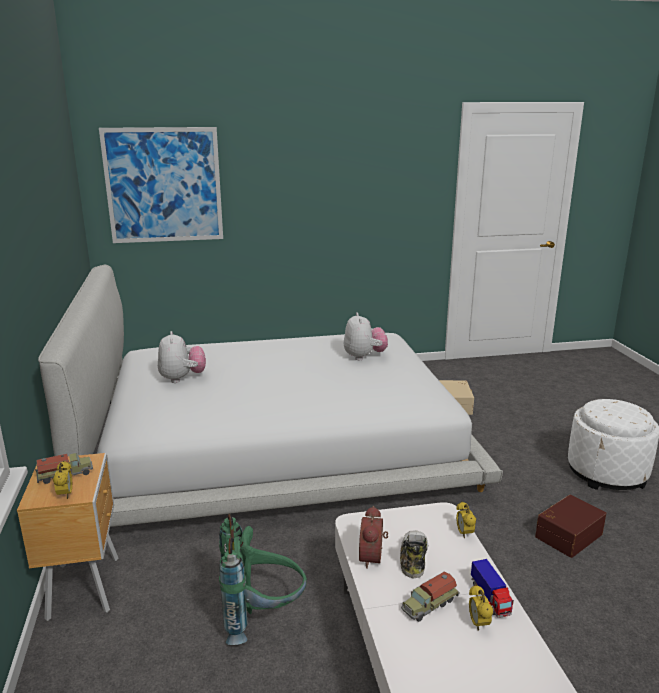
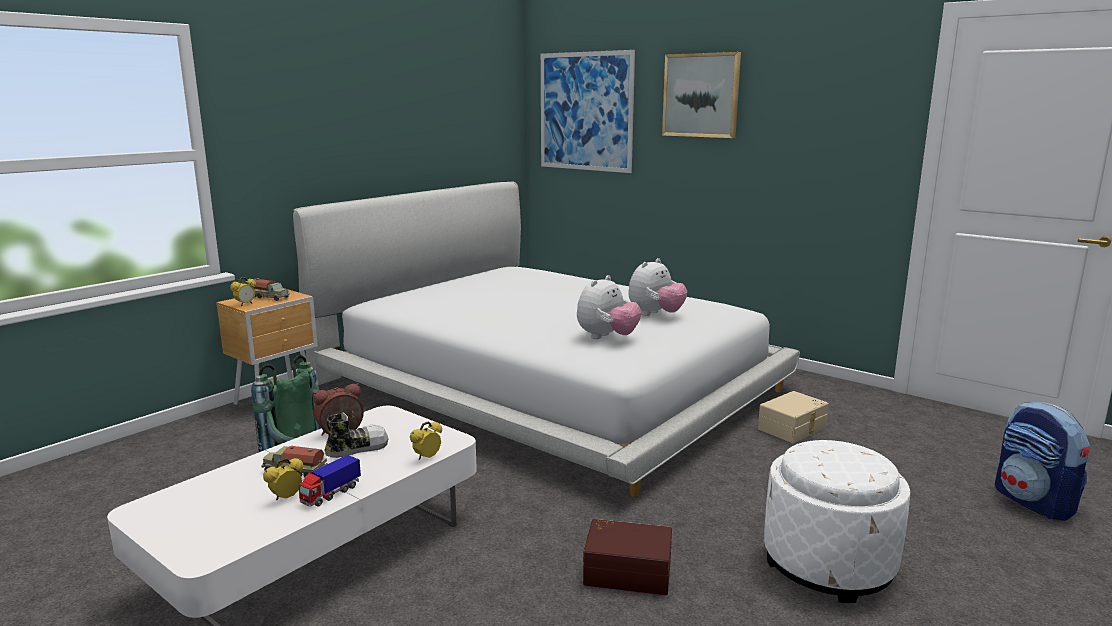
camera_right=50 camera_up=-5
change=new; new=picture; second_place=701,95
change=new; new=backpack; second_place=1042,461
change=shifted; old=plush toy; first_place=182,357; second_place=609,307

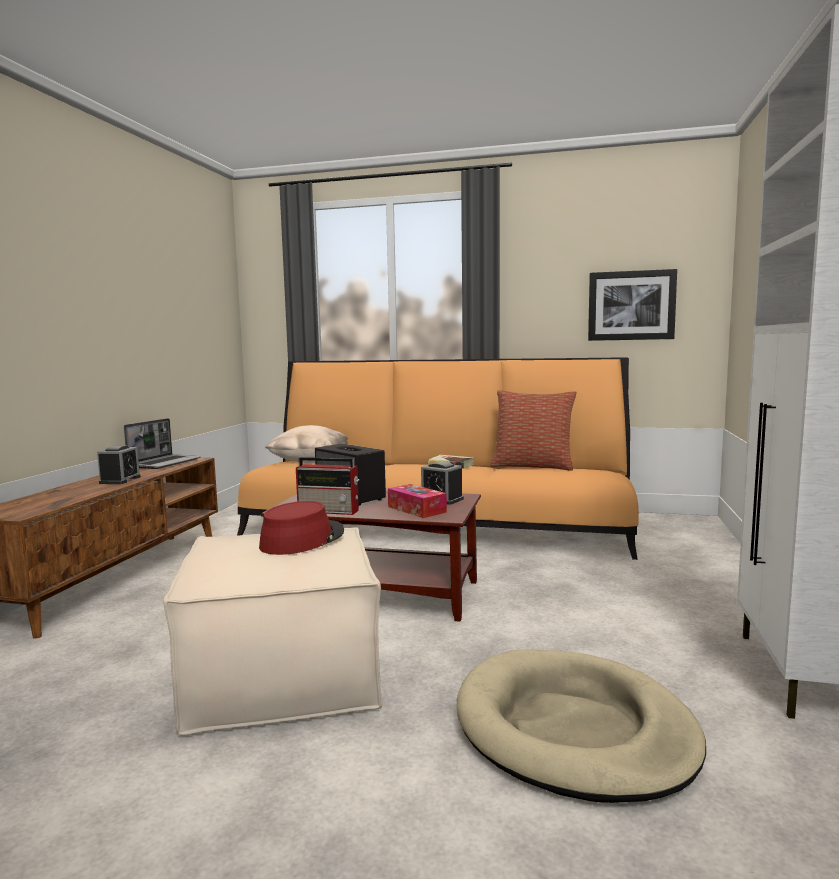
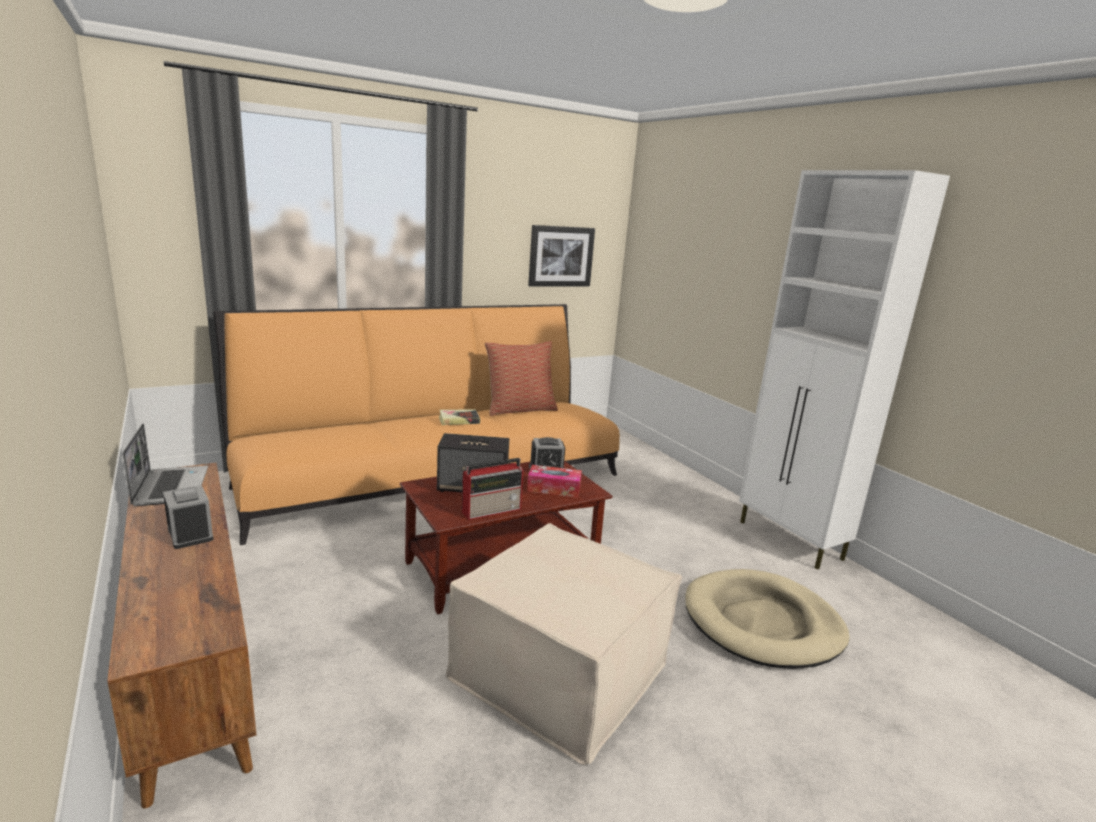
camera_right=-45 camera_up=10
change=gone; old=hat (red); first_place=301,528
change=gone; old=pillow (beige); first_place=306,444

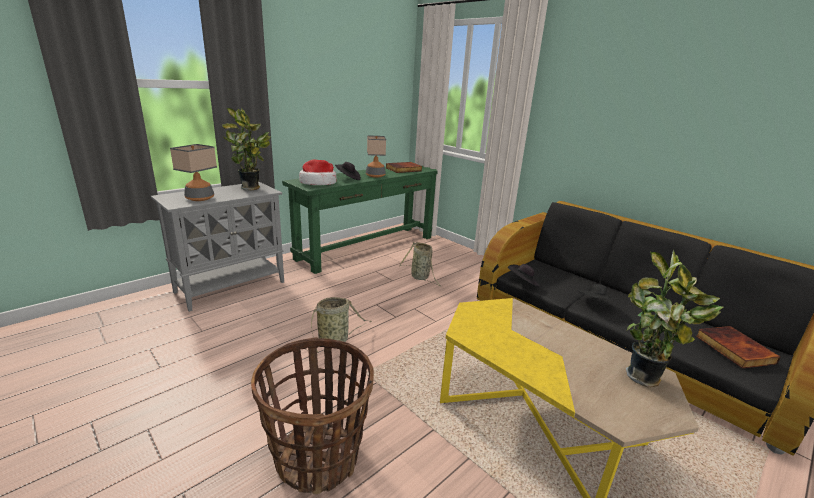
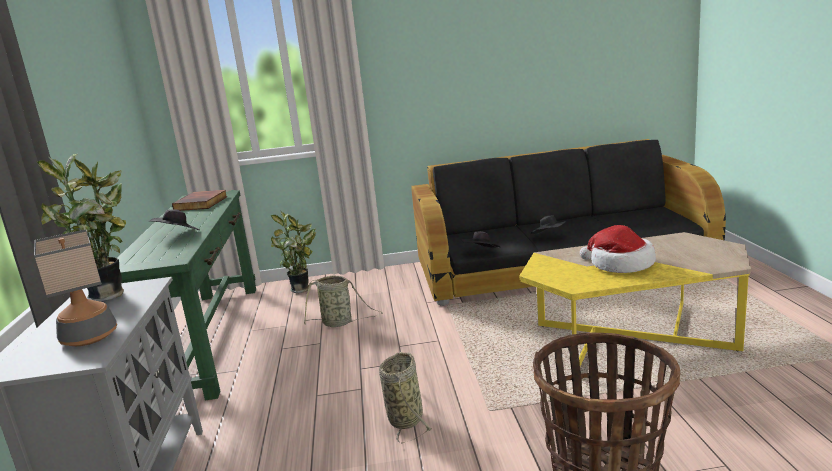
camera_right=-50 camera_up=-5
change=gone; old=table lamp; first_place=376,156
change=gone; old=book; first_place=738,347
change=shifted; old=hat; first_place=317,172; second_place=618,249
change=shifted; old=potted plant; first_place=675,318; second_place=293,251

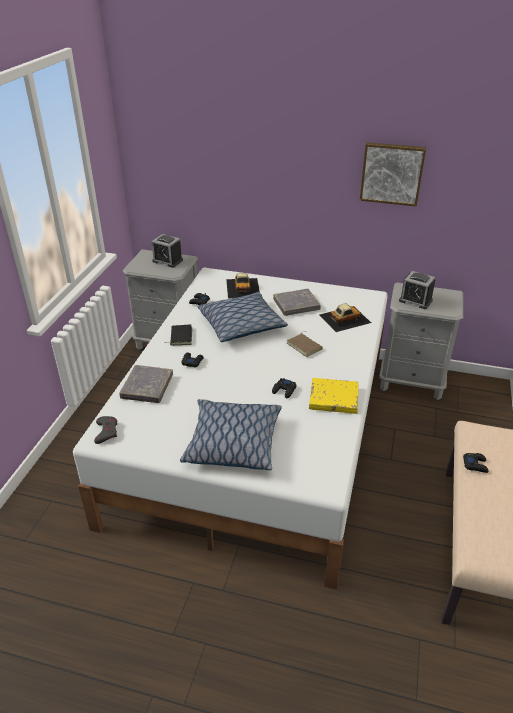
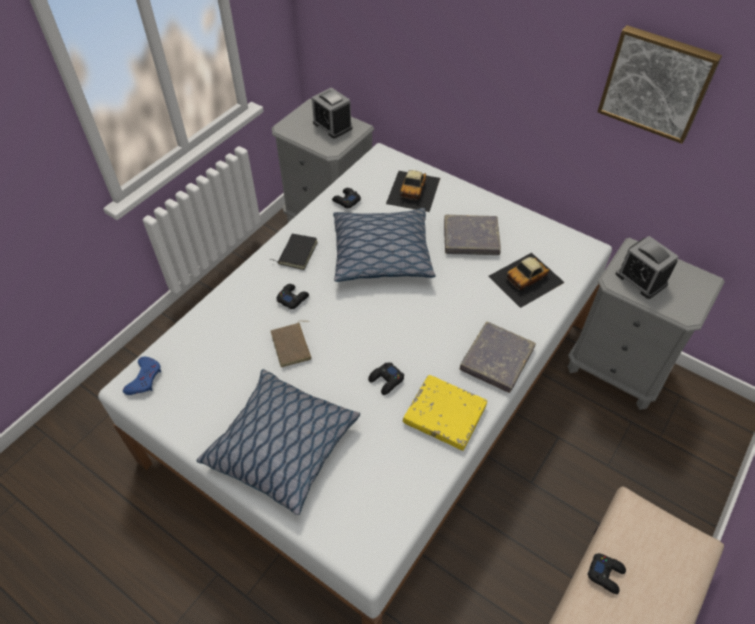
camera_right=20 camera_up=15
change=shifted; old=book (grey); first_place=146,384; second_place=498,357
change=shifted; old=book (brown); first_place=305,344; second_place=291,344
change=repainted; old=game controller (grey); new=game controller (blue); first_place=105,430; second_place=142,376
change=rotated; old=toy car; first_place=345,317; second_place=526,280; degrees=150

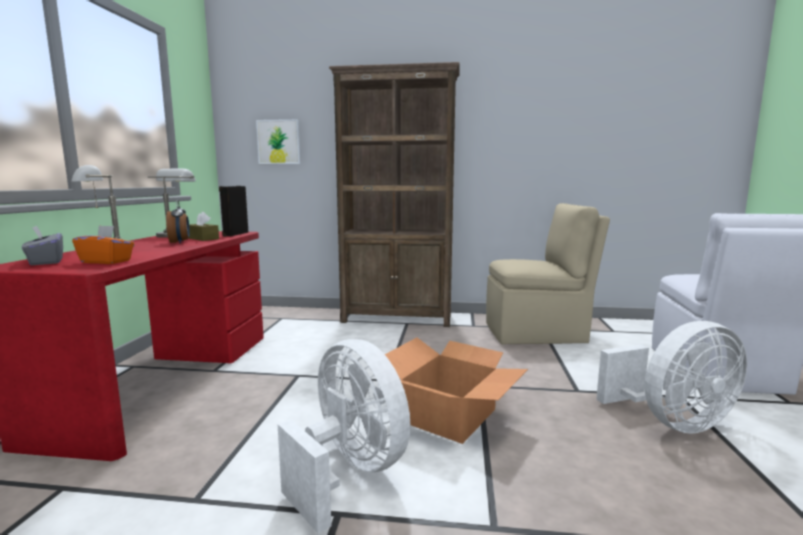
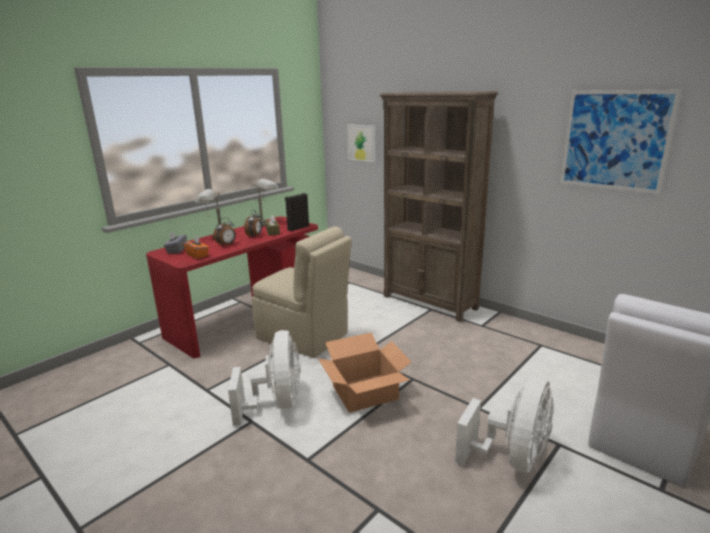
camera_right=35 camera_up=10
change=new; new=alarm clock; second_place=224,232
change=new; new=picture; second_place=620,142
change=shifted; old=chair (beige); first_place=548,274; second_place=302,292
change=rotated; old=fan (white); first_place=671,377; second_place=504,424; degrees=-75

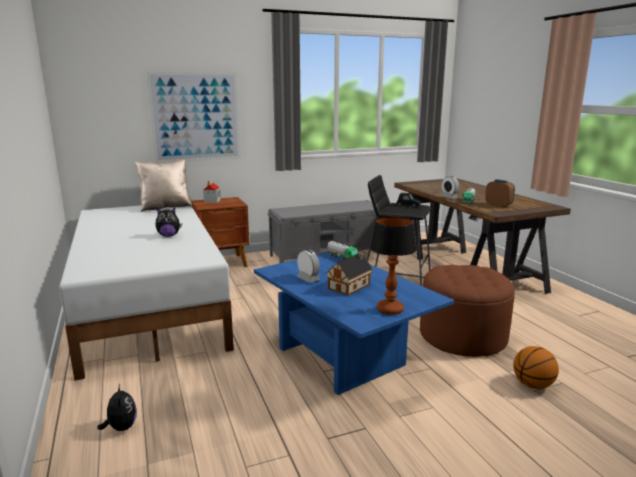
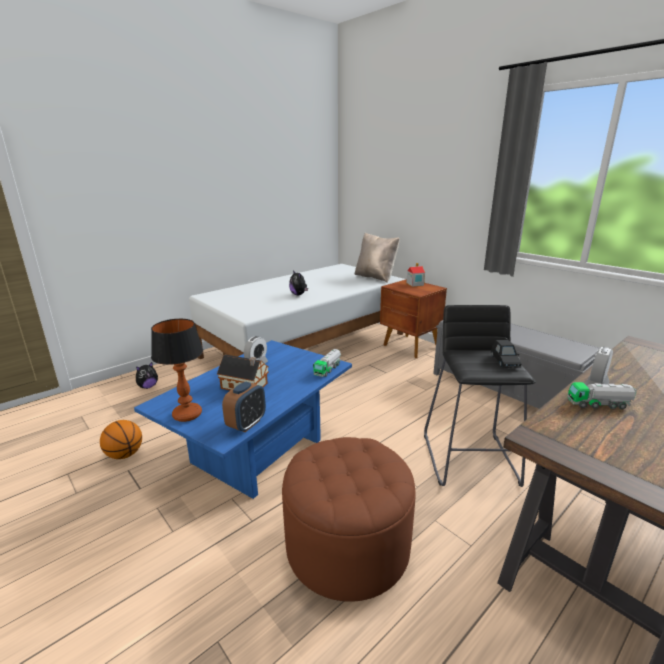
camera_right=70 camera_up=5
change=gone; old=picture; first_place=193,117
change=shifted; old=alarm clock; first_place=500,193; second_place=244,407
change=shifted; old=basketball; first_place=536,367; second_place=121,439

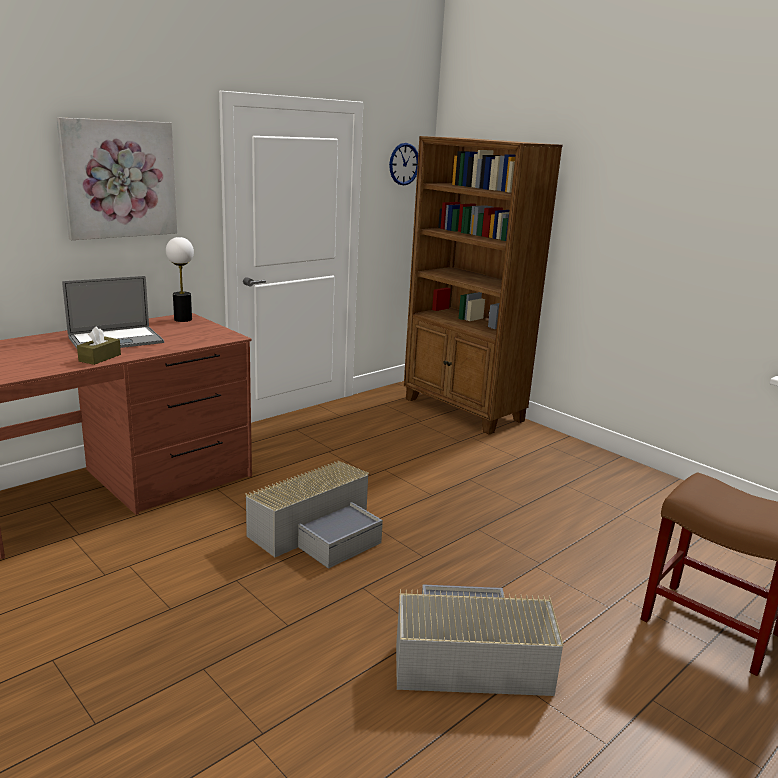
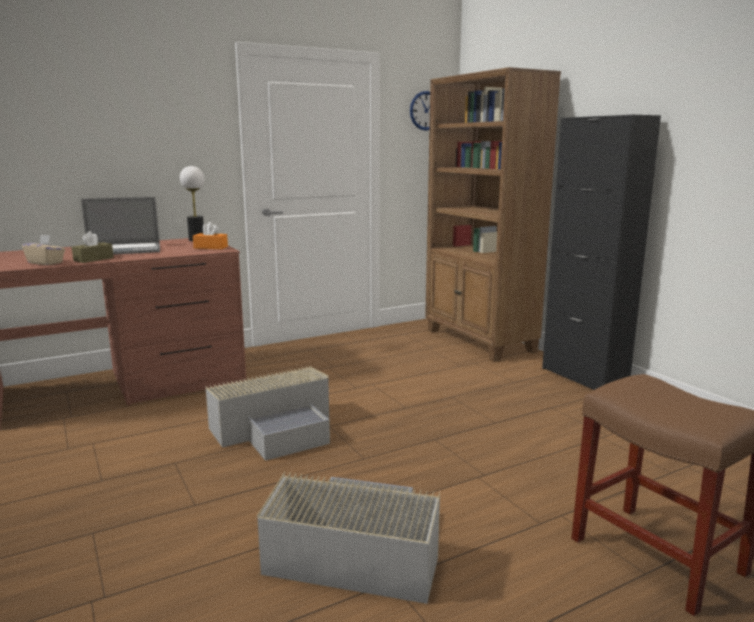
camera_right=15 camera_up=-5
change=gone; old=picture; first_place=116,178
change=new; new=tissue box (beige); second_place=43,250
change=new; new=tissue box (orange); second_place=210,235
change=new; new=cabinet (black); second_place=601,252

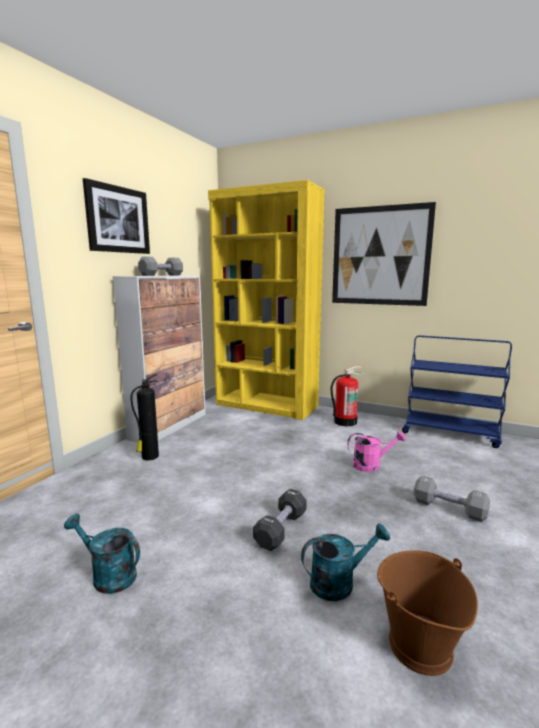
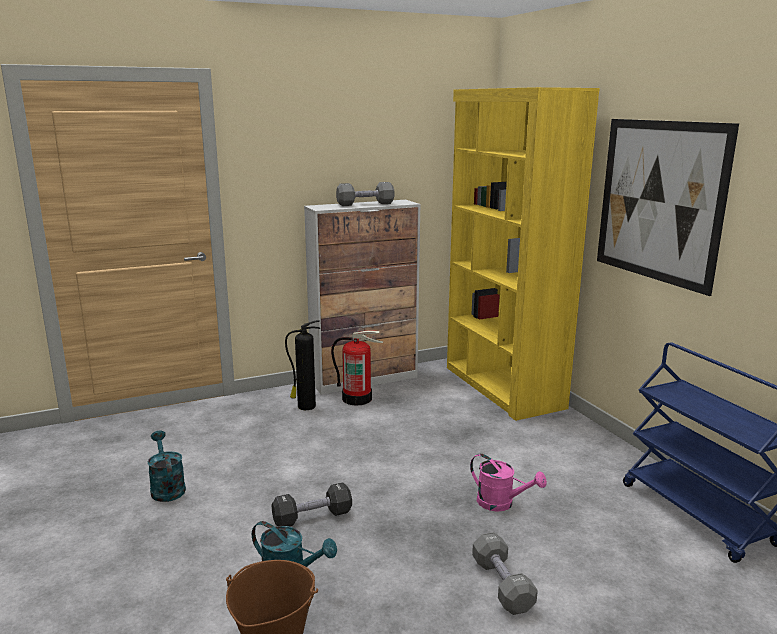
camera_right=40 camera_up=5
change=gone; old=picture; first_place=116,216
change=shifted; old=fire extinguisher; first_place=348,396; second_place=357,368

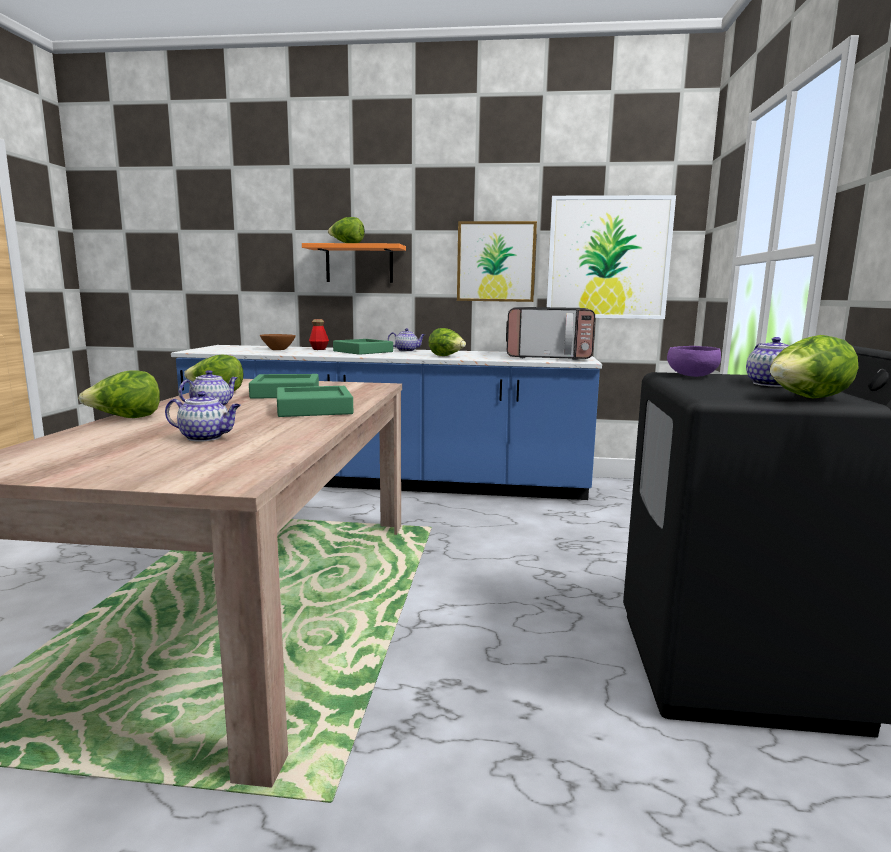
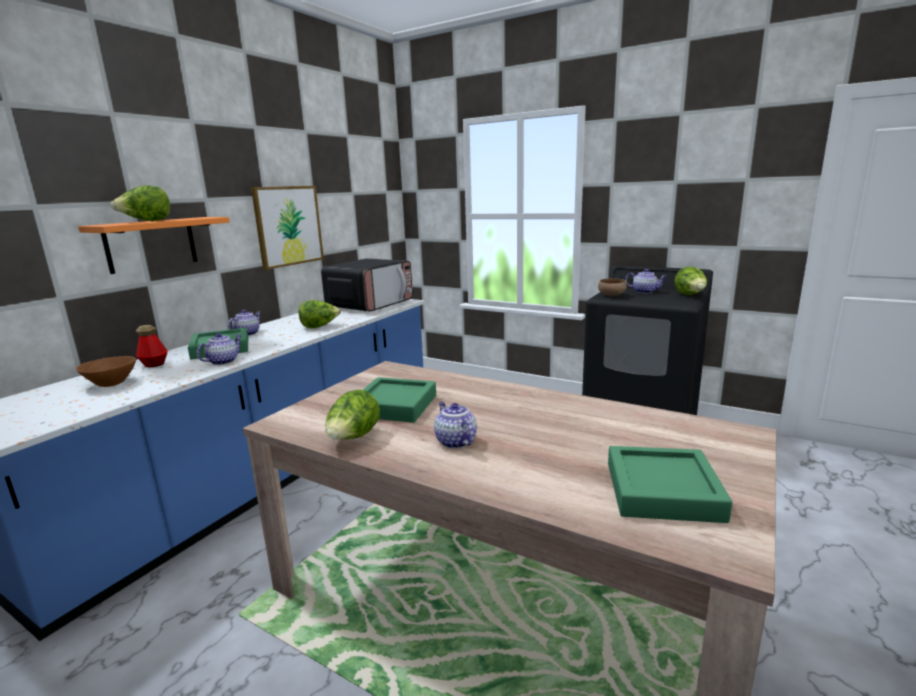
camera_right=-65 camera_up=5
change=gone; old=lettuce; first_place=119,394
change=gone; old=picture; first_place=611,257
change=shifted; old=teapot; first_place=203,416; second_place=219,349
change=shifted; old=tray (green); first_place=315,401; second_place=670,484
change=repainted; old=bowl (purple); new=bowl (brown); first_place=694,361; second_place=612,287

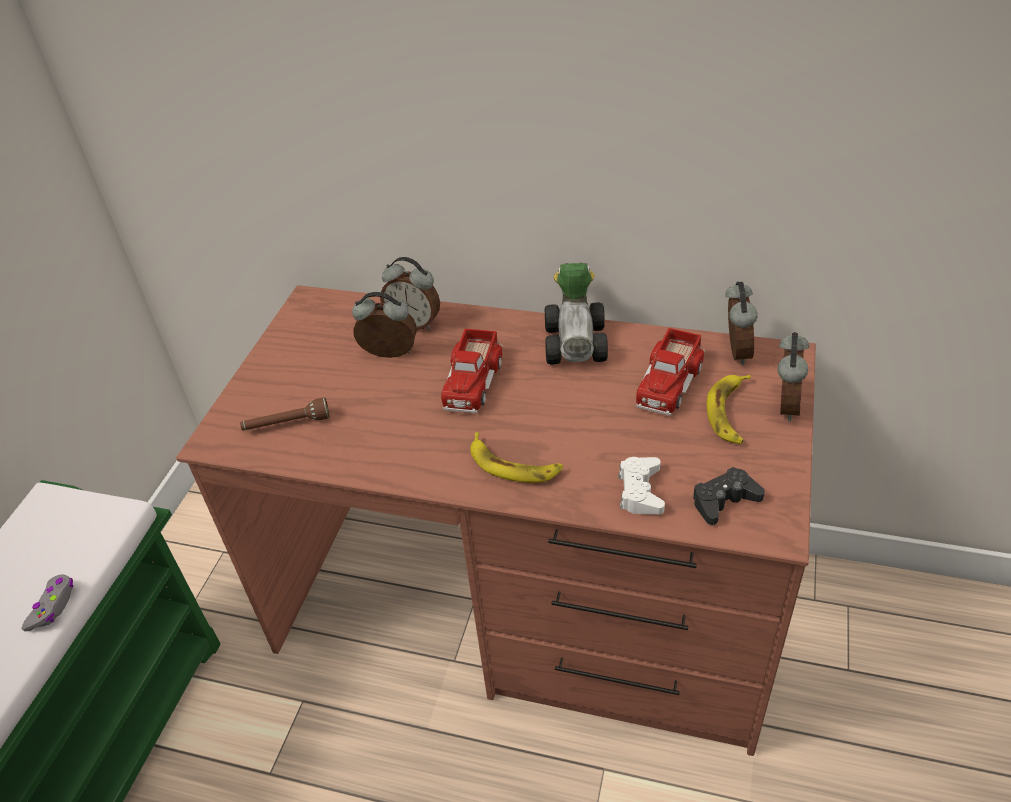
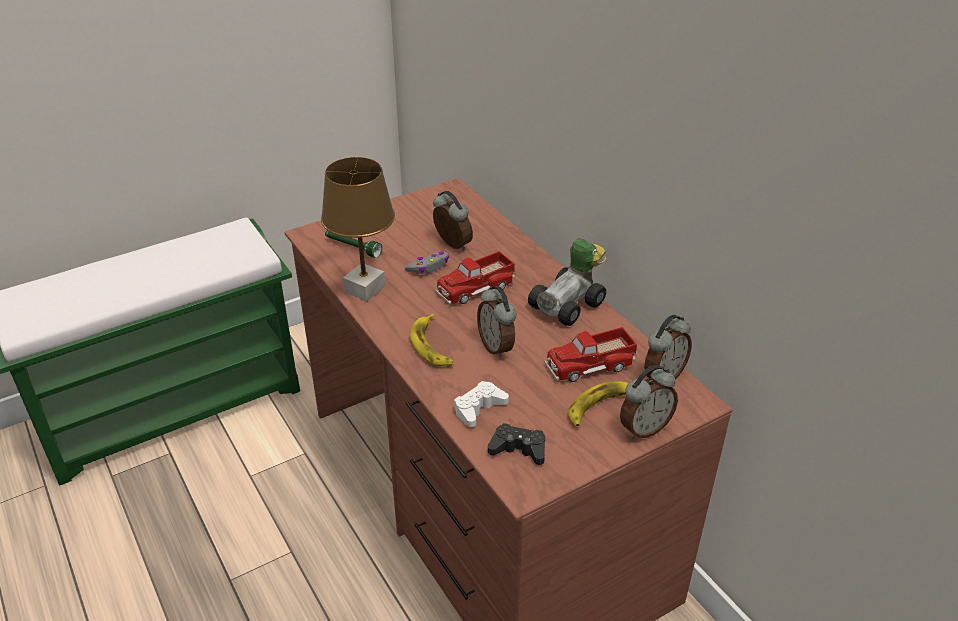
camera_right=40 camera_up=-5
change=new; new=table lamp (brown); second_place=358,229
change=shifted; old=game controller (grey); first_place=47,603; second_place=427,262
change=shifted; old=alarm clock; first_place=410,293; second_place=496,322
change=repainted; old=flashlight (brown); new=flashlight (green); first_place=285,413; second_place=353,244

